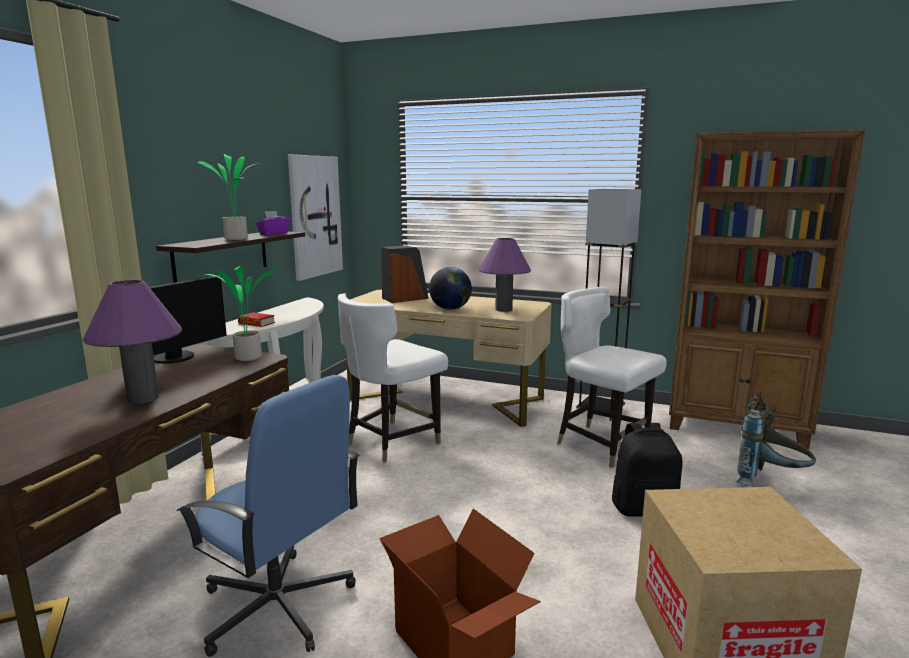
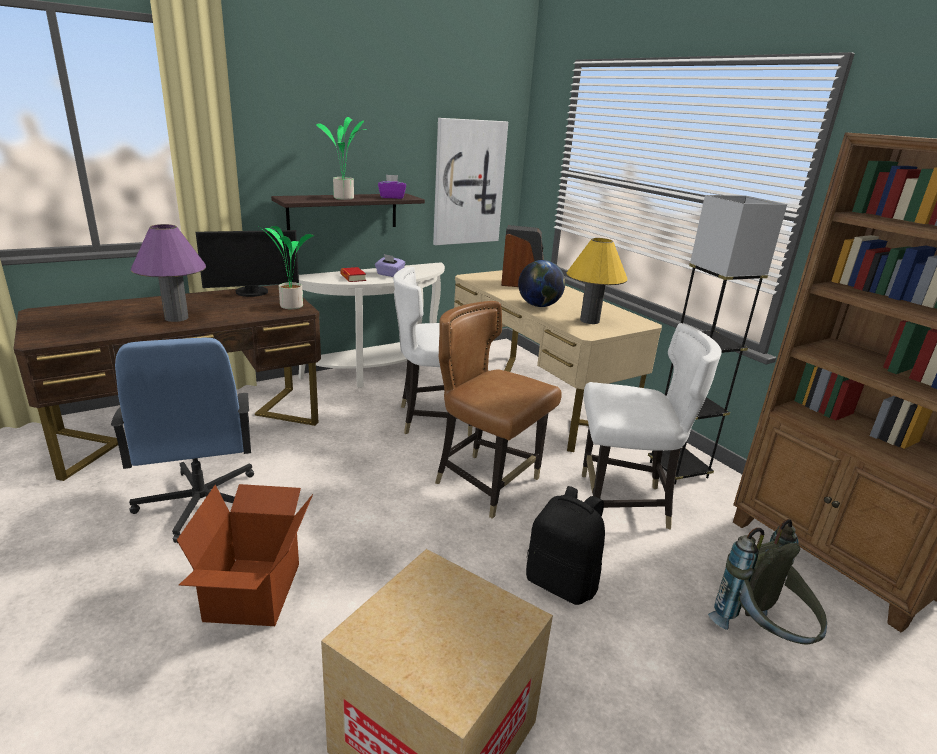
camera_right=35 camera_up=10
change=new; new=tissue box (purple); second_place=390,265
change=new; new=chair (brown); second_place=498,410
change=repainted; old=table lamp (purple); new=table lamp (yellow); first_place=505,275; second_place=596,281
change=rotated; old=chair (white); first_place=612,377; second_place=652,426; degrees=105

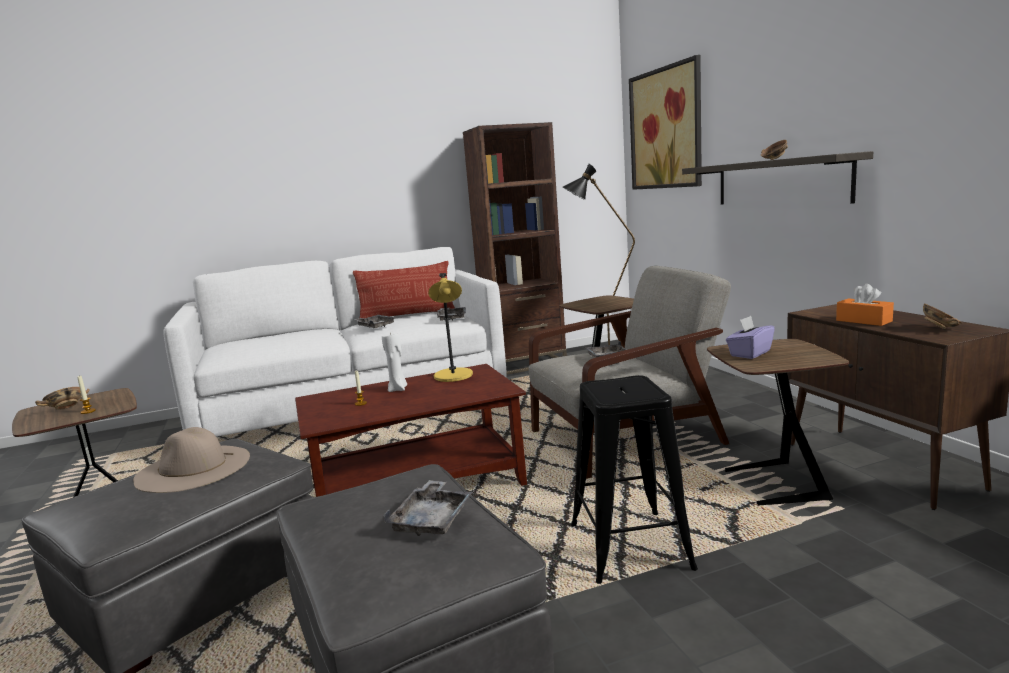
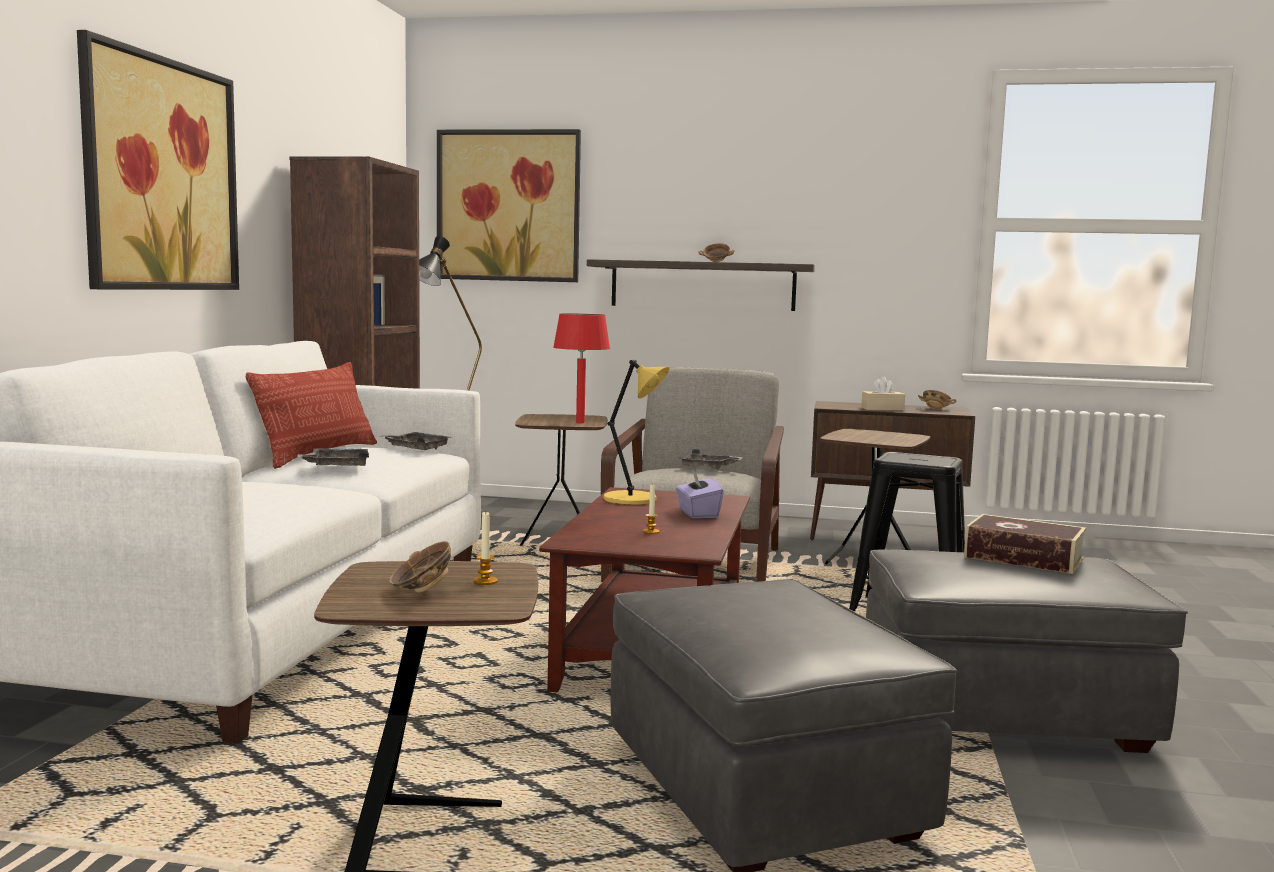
camera_right=-60 camera_up=-5
change=gone; old=hat (beige); first_place=191,460
change=gone; old=candle (white); first_place=394,362
change=new; new=picture; second_place=158,160
change=new; new=table lamp (red); second_place=581,368
change=shifted; old=tissue box (purple); first_place=750,337; second_place=700,494
change=swapped; old=tray (grey); new=book; first_place=428,508; second_place=1025,544
change=repainted; old=tissue box (orange); new=tissue box (beige); first_place=865,305; second_place=883,394

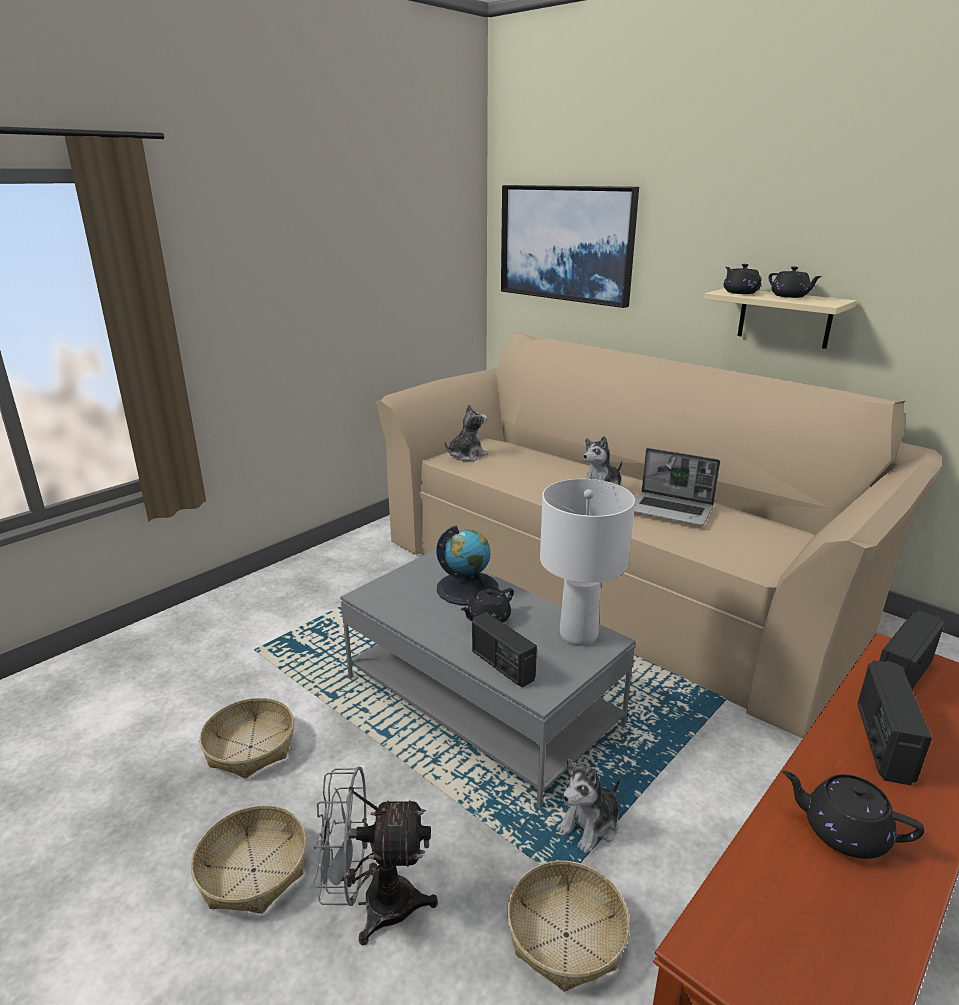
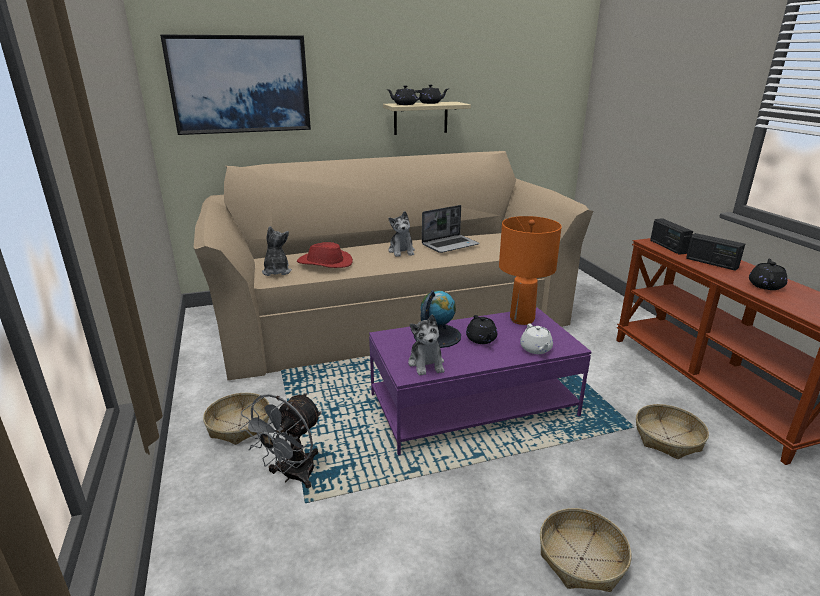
camera_right=-60 camera_up=0
change=new; new=hat (red); second_place=325,255
change=shifted; old=basket; first_place=246,738; second_place=236,419
change=shifted; old=fan (grey); first_place=375,856; second_place=281,440
change=shifted; old=plush toy; first_place=588,806; second_place=426,345
change=swapped; old=radio; new=teapot (white); first_place=504,650; second_place=536,339
change=repainted; old=coffee table (grey); new=coffee table (purple); first_place=487,679; second_place=480,381
change=repainted; old=table lamp (white); new=table lamp (orange); first_place=587,562; second_place=530,270
change=rotated; old=teapot (black); first_place=853,815; second_place=768,274; degrees=150

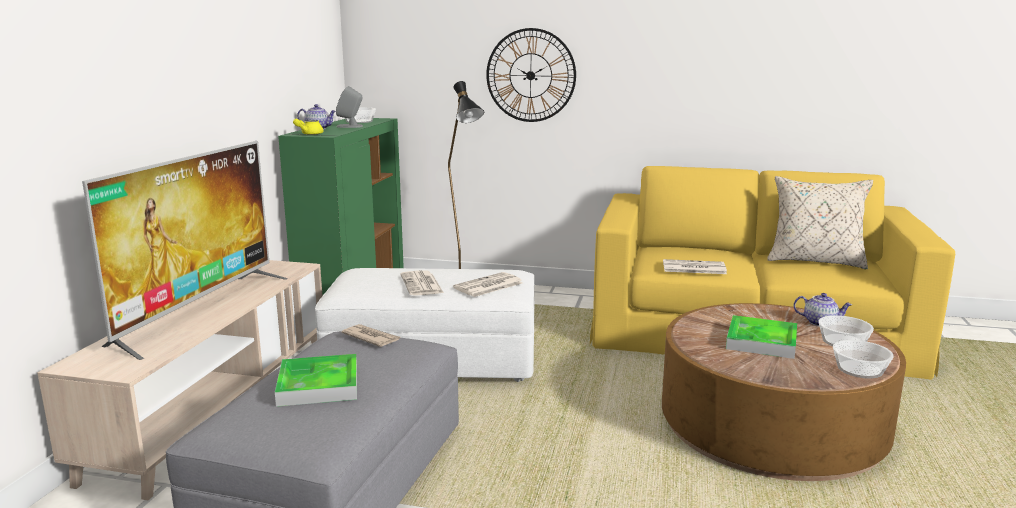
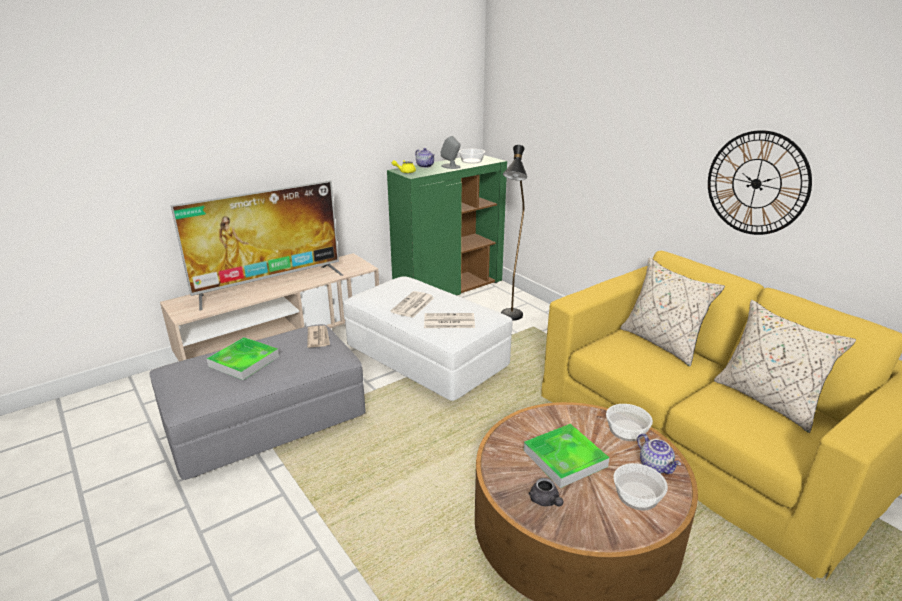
camera_right=40 camera_up=10
change=gone; old=newspaper; first_place=695,266
change=new; new=teapot (grey); second_place=546,492
change=new; new=pillow (beige); second_place=672,312
change=shifted; old=wall clock; first_place=531,75; second_place=760,182
change=shifted; old=bowl; first_place=863,359; second_place=629,422

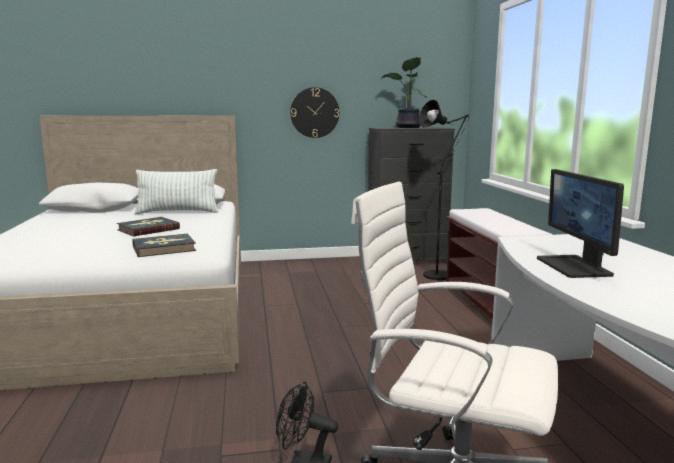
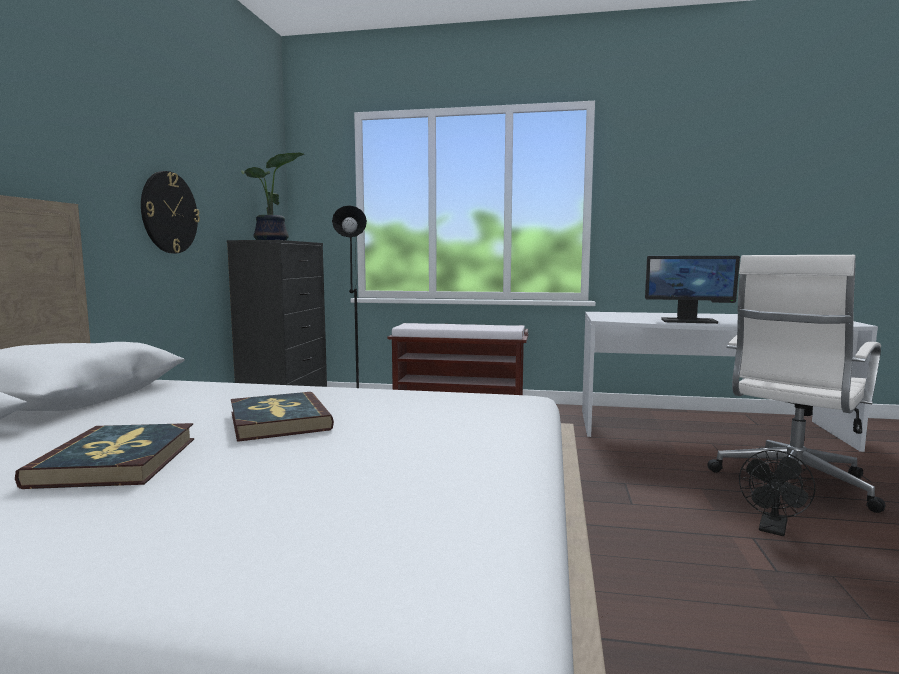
camera_right=-70 camera_up=-5
change=gone; old=pillow; first_place=176,191
change=shifted; old=book; first_place=164,245; second_place=104,456

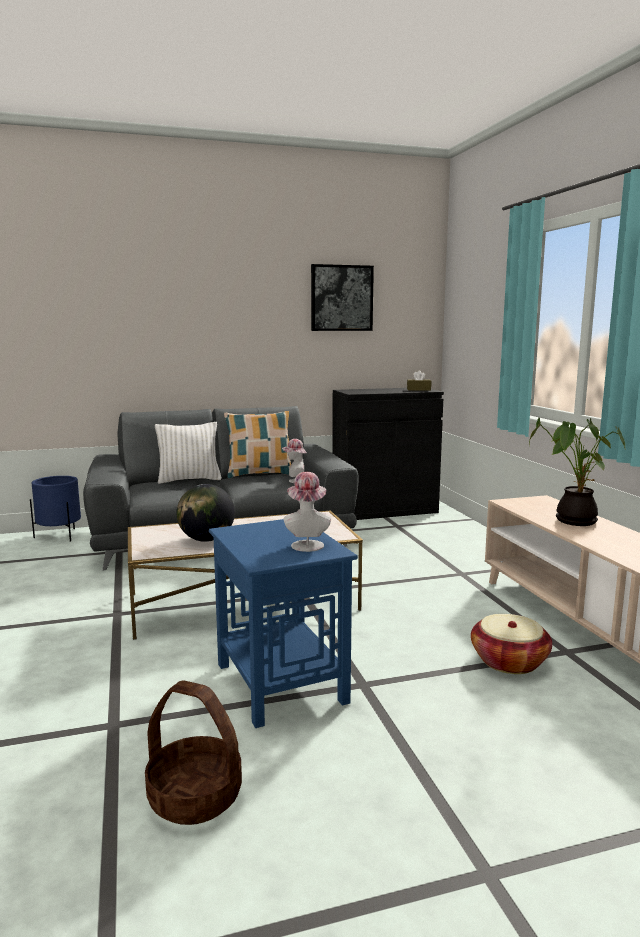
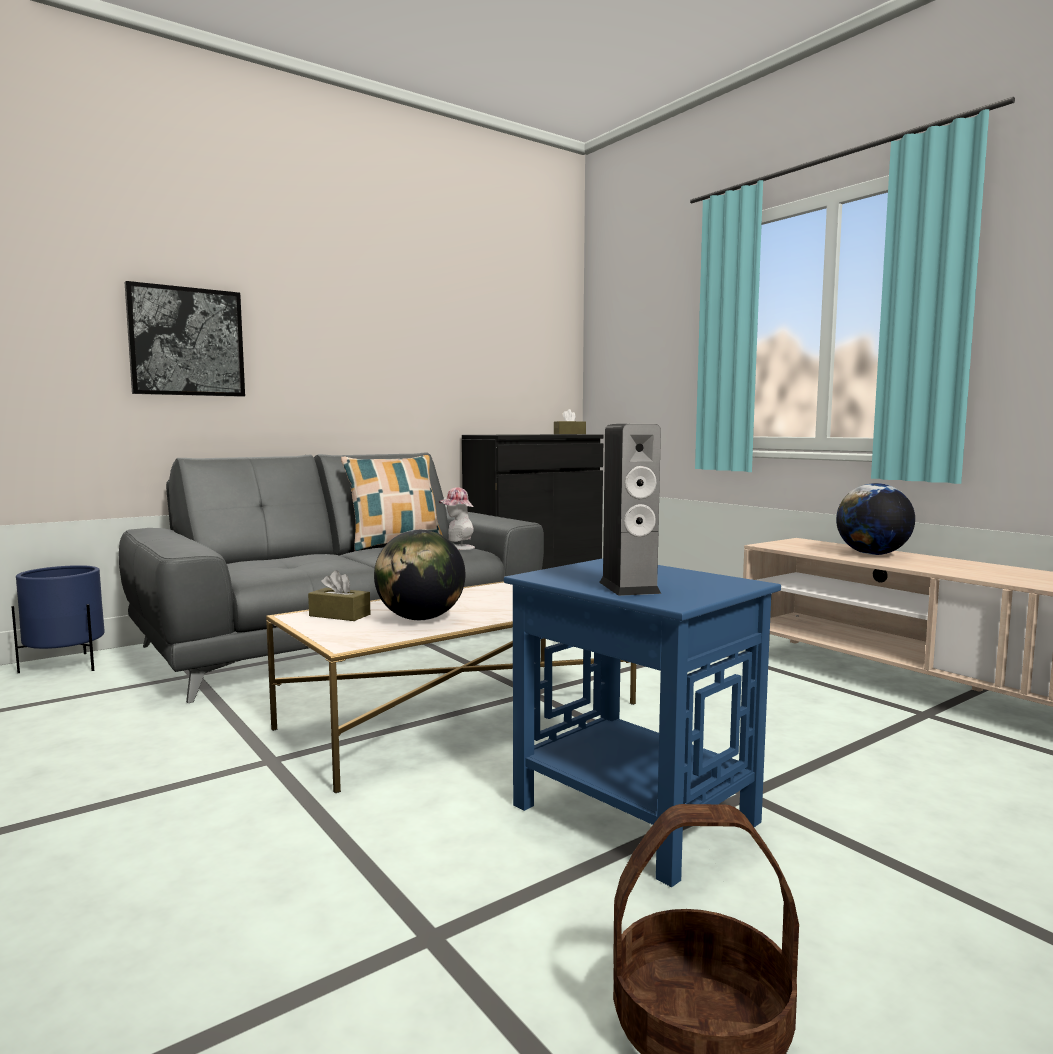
camera_right=-20 camera_up=-5
change=gone; old=pillow (white); first_place=188,453
change=gone; old=hat; first_place=307,512
change=gone; old=basket; first_place=511,644
change=new; new=tissue box (brown); second_place=339,595
change=new; new=speaker; second_place=630,510
change=shifted; old=picture; first_place=342,297; second_place=185,339
change=swapped; old=potted plant; new=globe; first_place=577,471; second_place=875,519

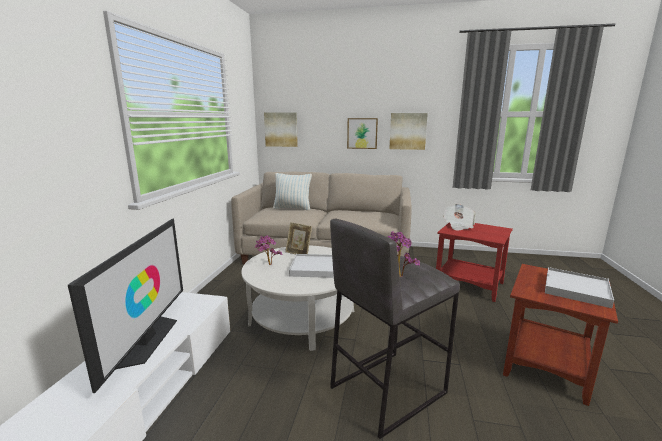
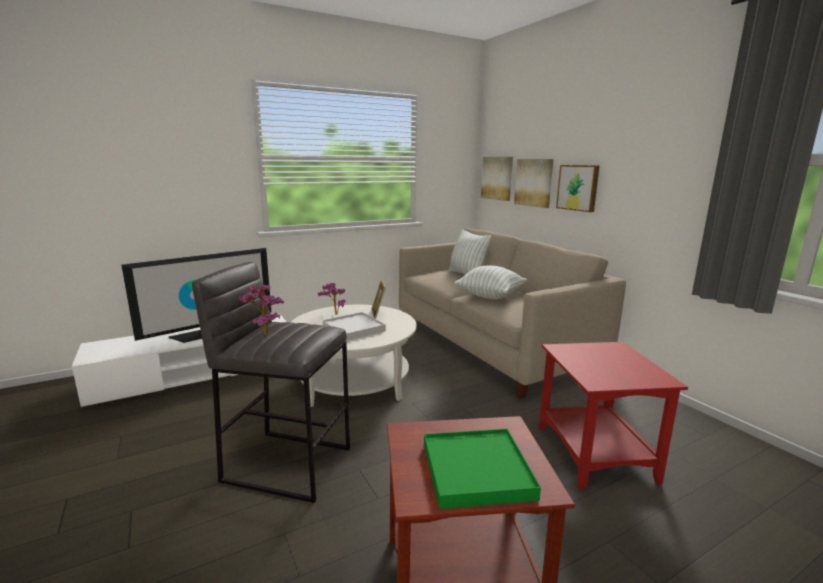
camera_right=50 camera_up=0
change=gone; old=newspaper; first_place=459,217
change=new; new=pillow; second_place=490,282
change=shifted; old=picture; first_place=409,131; second_place=534,183
change=repainted; old=tray (white); new=tray (green); first_place=579,287; second_place=482,469

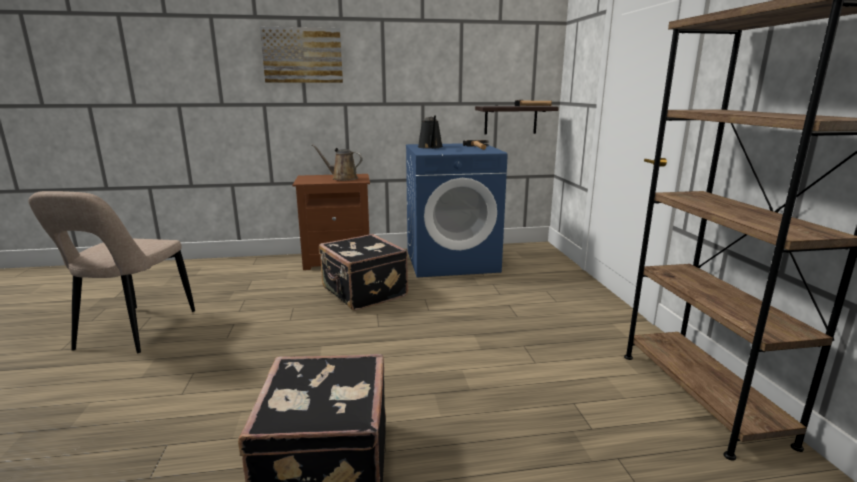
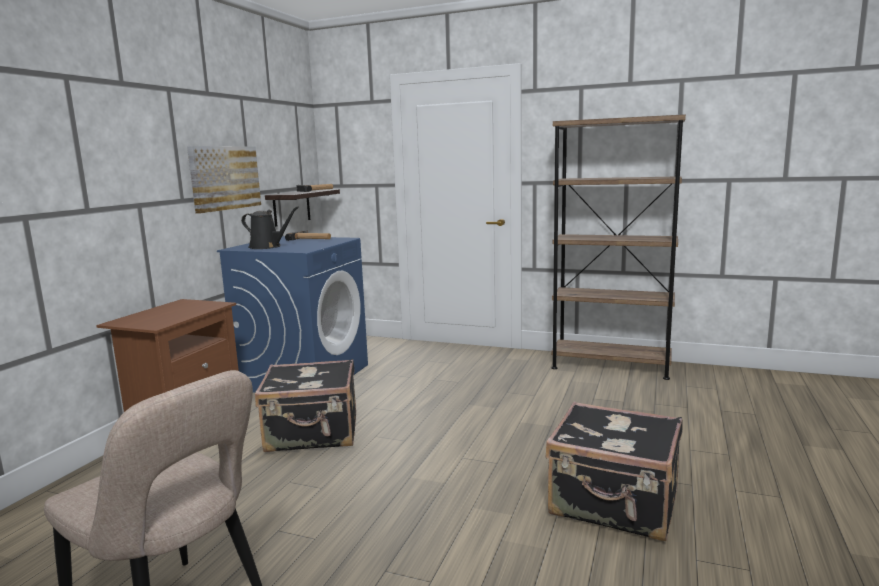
camera_right=-60 camera_up=-5
change=gone; old=watering can (brown); first_place=337,162
change=shifted; old=picture; first_place=301,55; second_place=224,180

